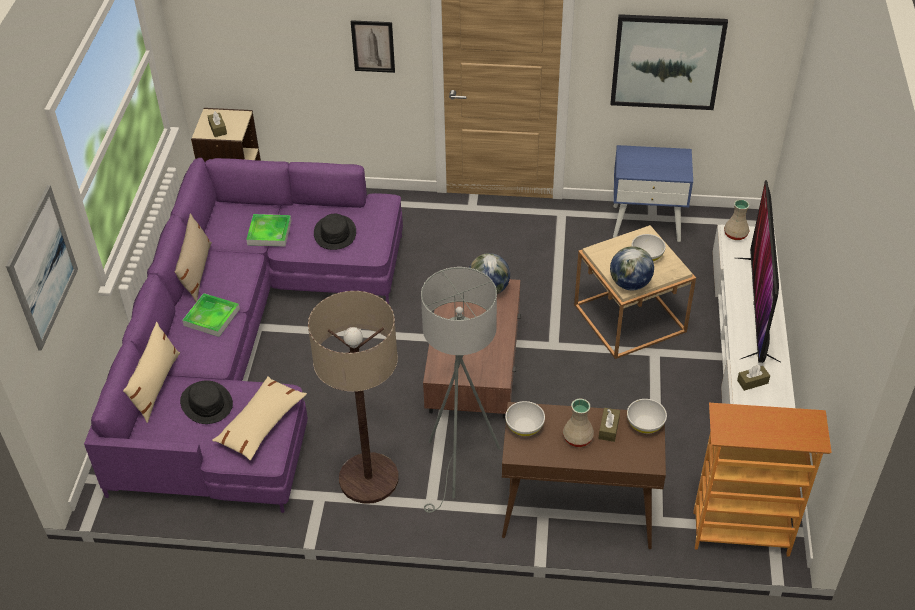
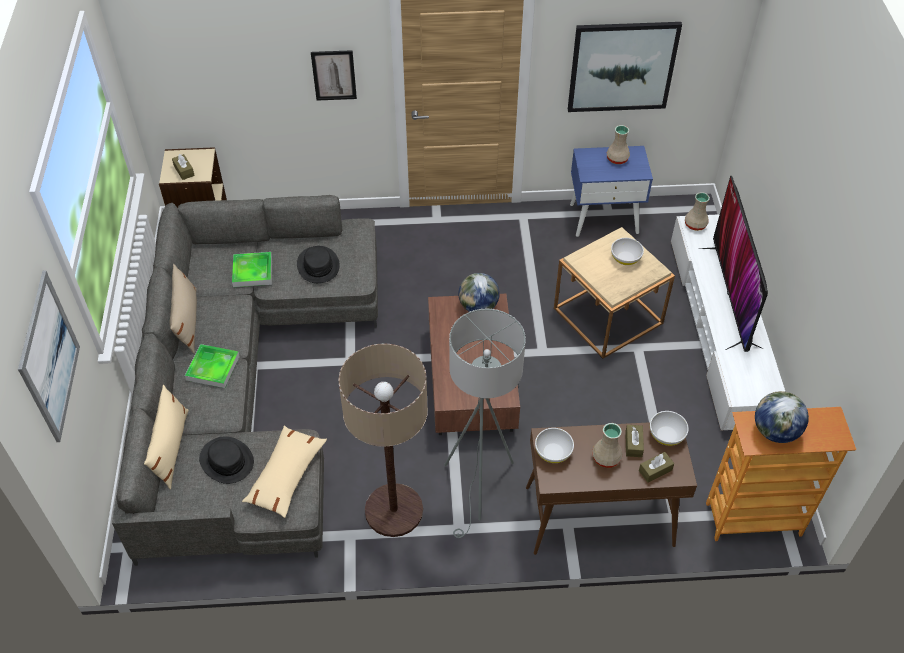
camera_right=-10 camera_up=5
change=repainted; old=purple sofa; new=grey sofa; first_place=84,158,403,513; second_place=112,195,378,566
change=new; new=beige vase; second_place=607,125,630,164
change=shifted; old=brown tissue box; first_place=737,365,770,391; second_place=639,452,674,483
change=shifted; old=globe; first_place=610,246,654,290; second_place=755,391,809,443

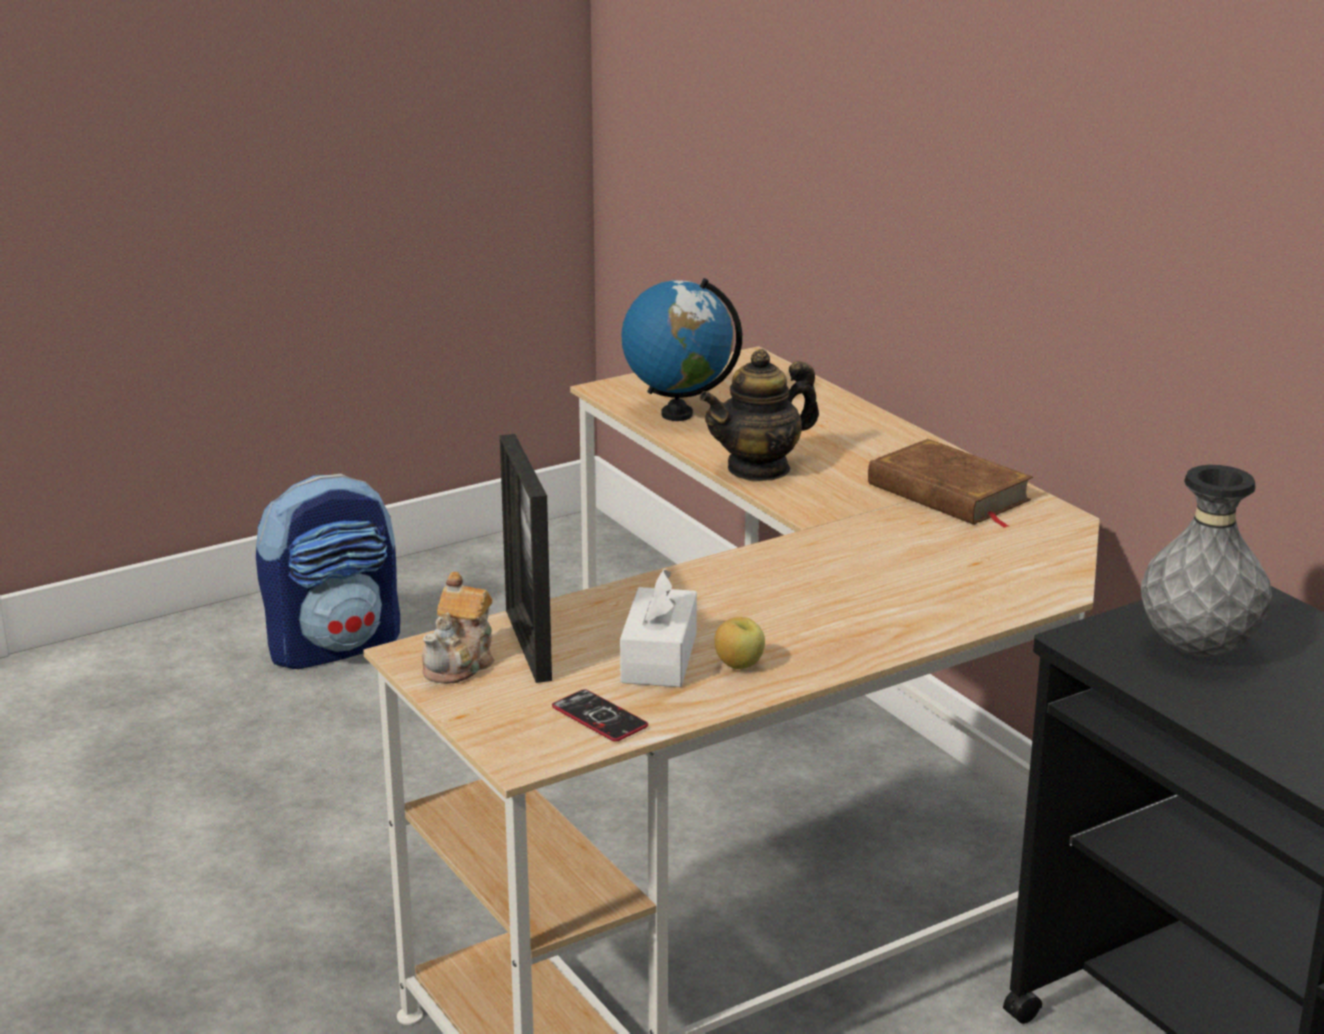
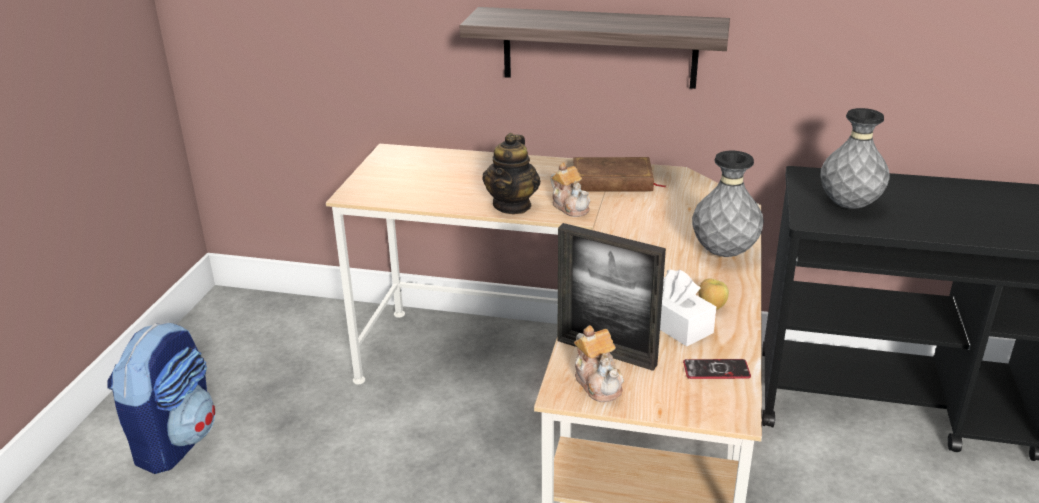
camera_right=-45 camera_up=5
change=new; new=shelf; second_place=460,7,730,89
change=new; new=teapot; second_place=550,162,590,217
change=new; new=grey vase; second_place=692,151,764,257
change=gone; old=globe; first_place=621,278,742,421

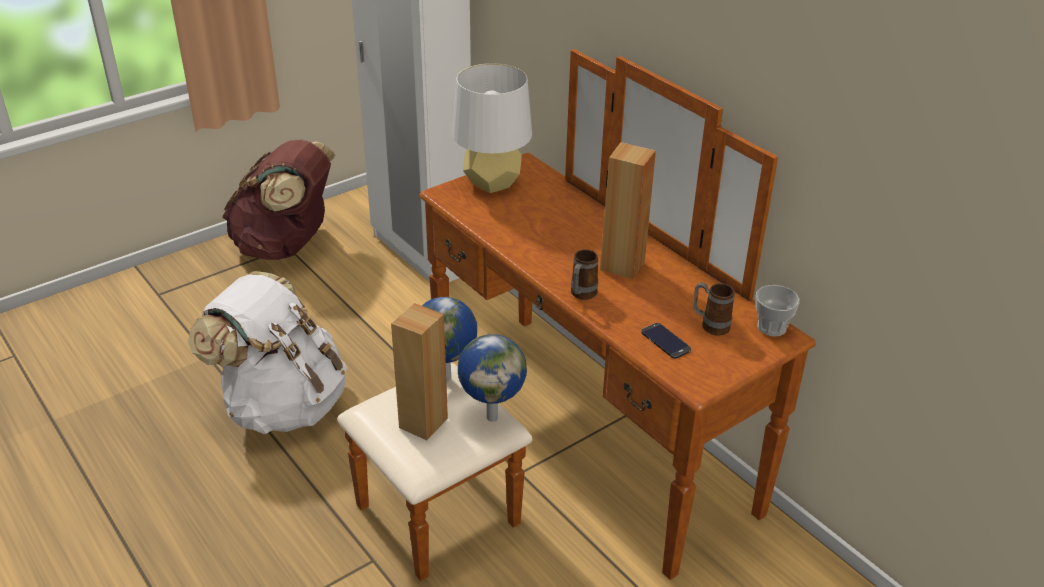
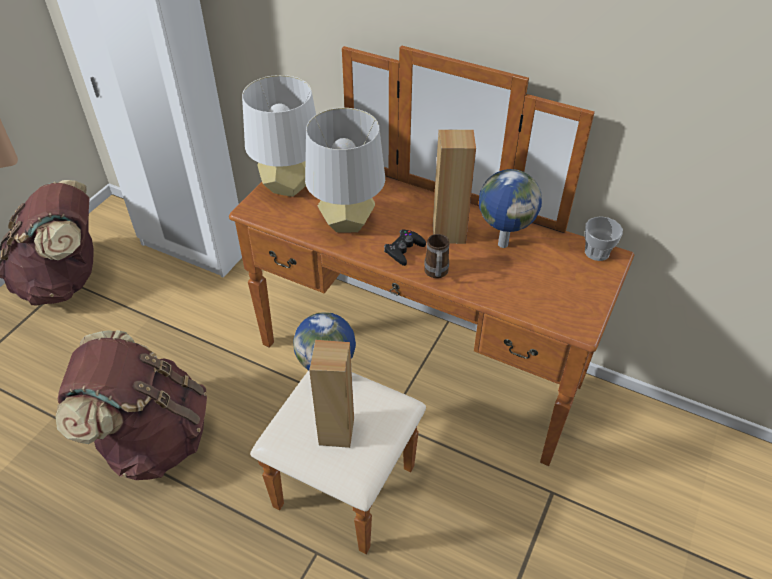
camera_right=-25 camera_up=10
change=repainted; old=white backpack; new=brown backpack; first_place=188,271,347,434; second_place=55,330,207,480
change=new; new=grey table lamp; second_place=305,108,385,232
change=new; new=black game controller; second_place=384,229,426,266
change=shifted; old=globe; first_place=458,334,527,422; second_place=479,169,542,248
change=gone; old=phone; first_place=641,323,691,358
change=gone; old=mug; first_place=693,282,735,336

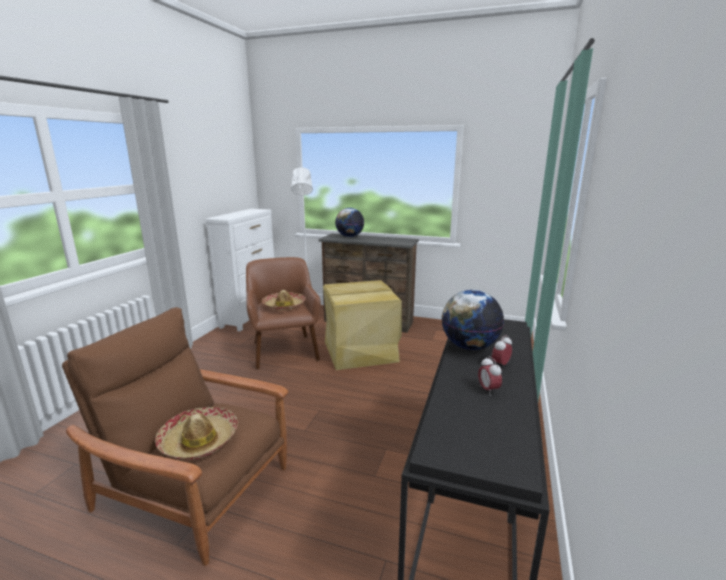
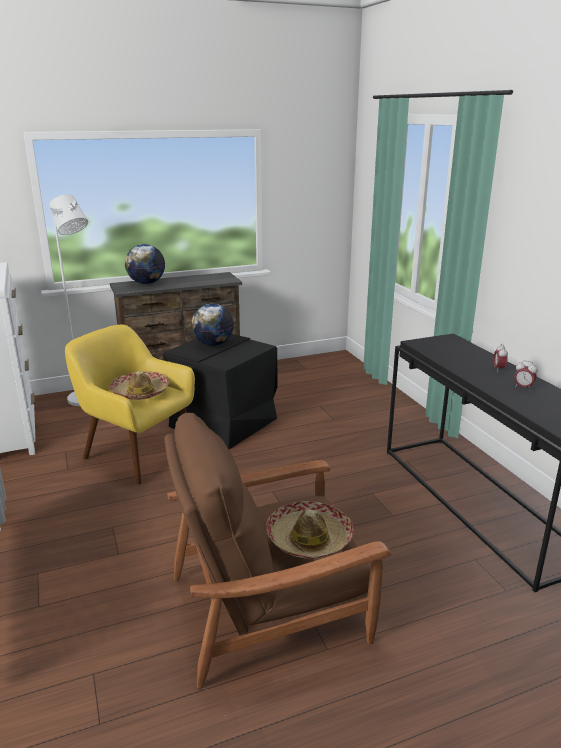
camera_right=-40 camera_up=5
change=repainted; old=brown armchair; new=yellow armchair; first_place=246,257,321,370; second_place=65,325,195,485
change=repainted; old=beige storage box; new=black storage box; first_place=323,280,402,370; second_place=163,334,278,449
change=shifted; old=globe; first_place=442,290,504,350; second_place=191,304,234,346

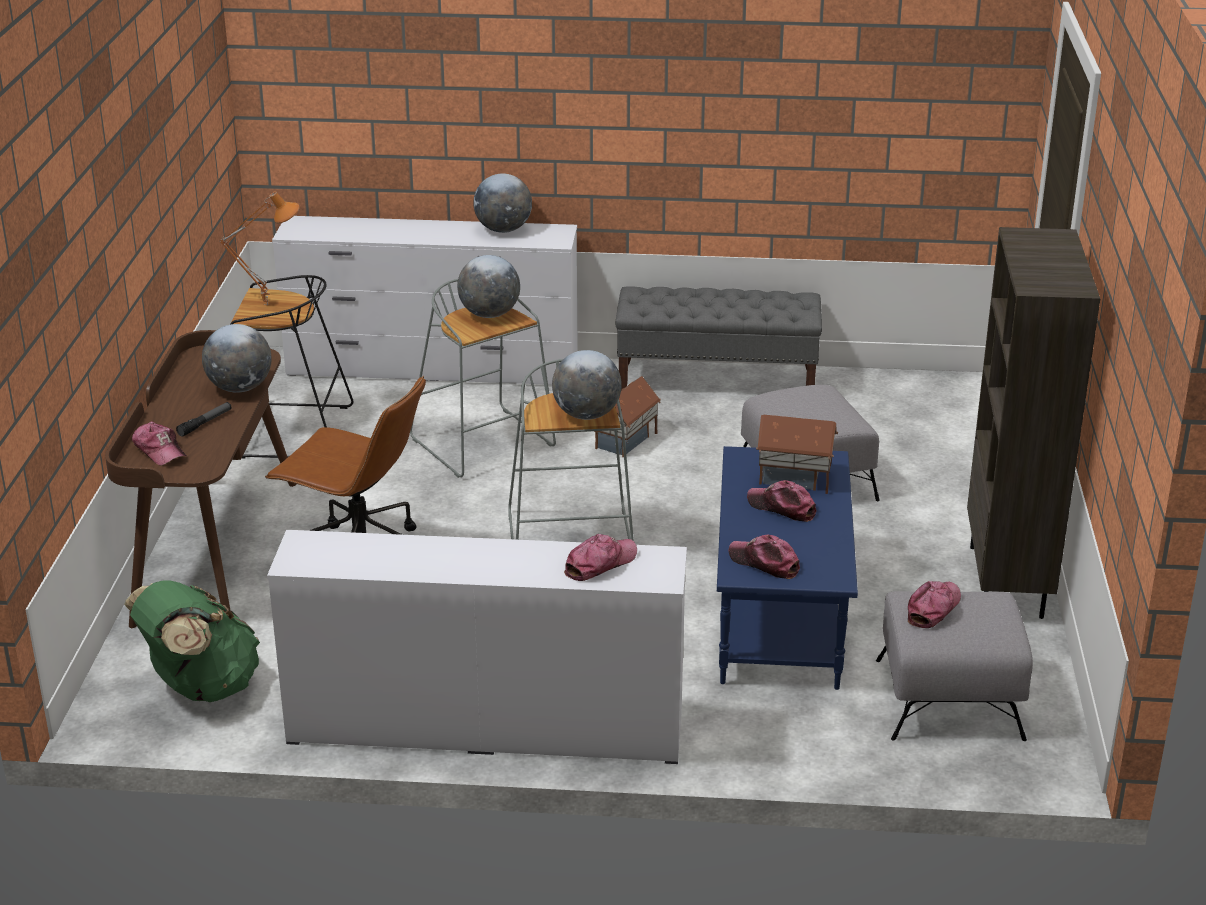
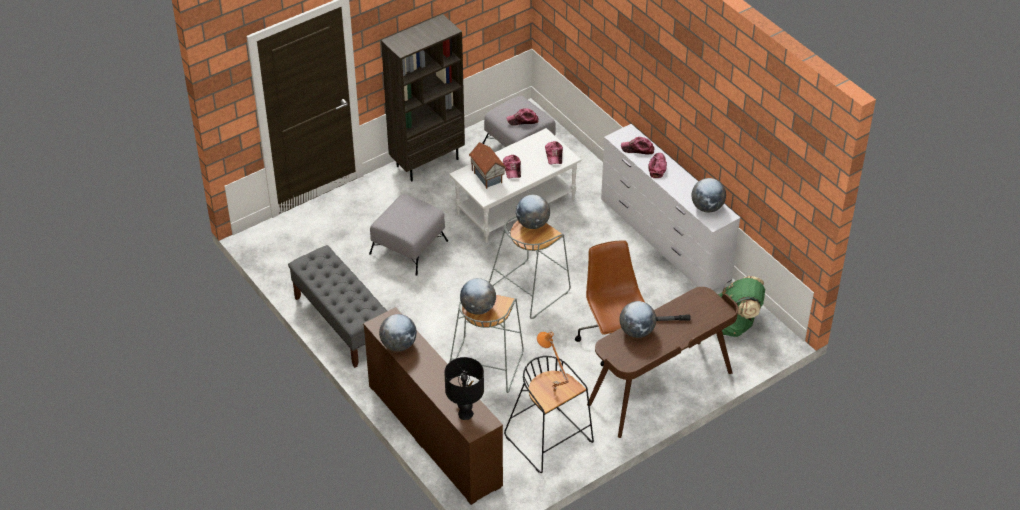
camera_right=-130 camera_up=15
change=repainted; old=white dresser; new=brown dresser; first_place=272,216,578,385; second_place=363,307,503,505
change=new; new=black table lamp; second_place=444,357,484,420
change=repainted; old=blue coffee table; new=white coffee table; first_place=717,446,858,690; second_place=449,128,581,243
change=shifted; old=cap; first_place=132,421,187,466; second_place=648,153,667,178
change=new; new=globe; second_place=691,178,726,212
change=gone; old=toy house; first_place=594,376,661,457

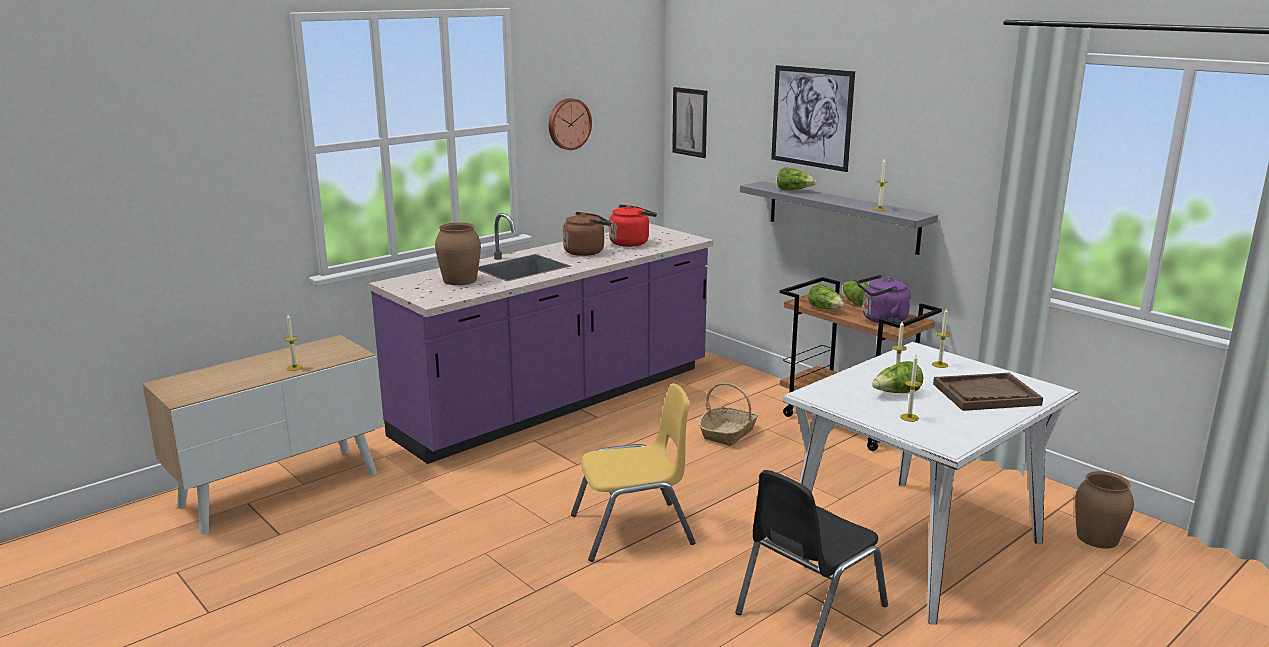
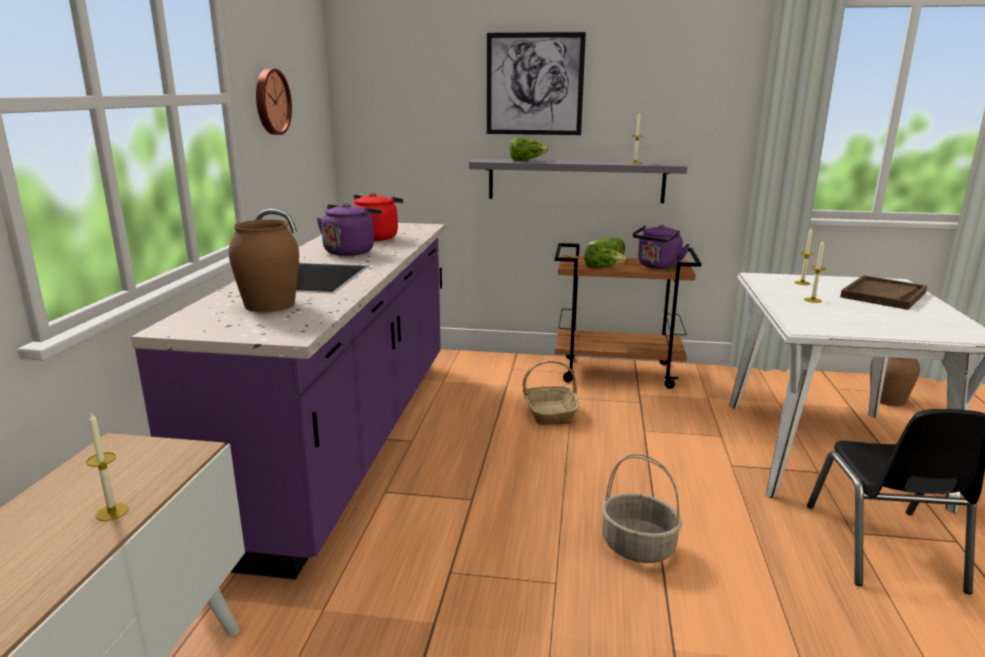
camera_right=-40 camera_up=0
change=repainted; old=brown kettle; new=purple kettle; first_place=563,212,611,256; second_place=317,203,382,256
change=swapped; old=yellow chair; new=basket; first_place=571,383,696,562; second_place=601,454,682,563
change=gone; old=picture; first_place=672,87,707,158
change=gone; old=lettuce; first_place=872,361,923,393
change=gone; old=candle; first_place=900,355,921,422

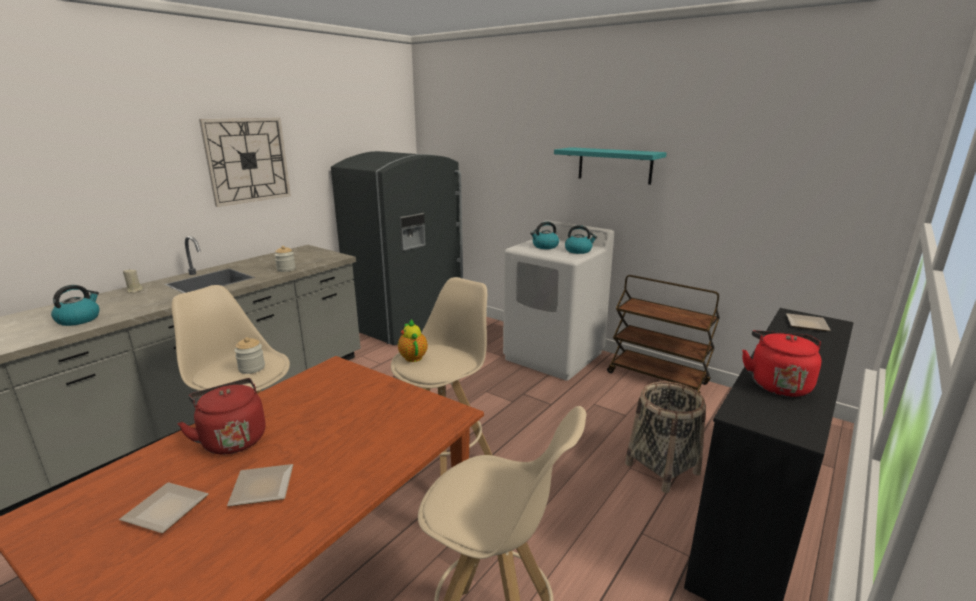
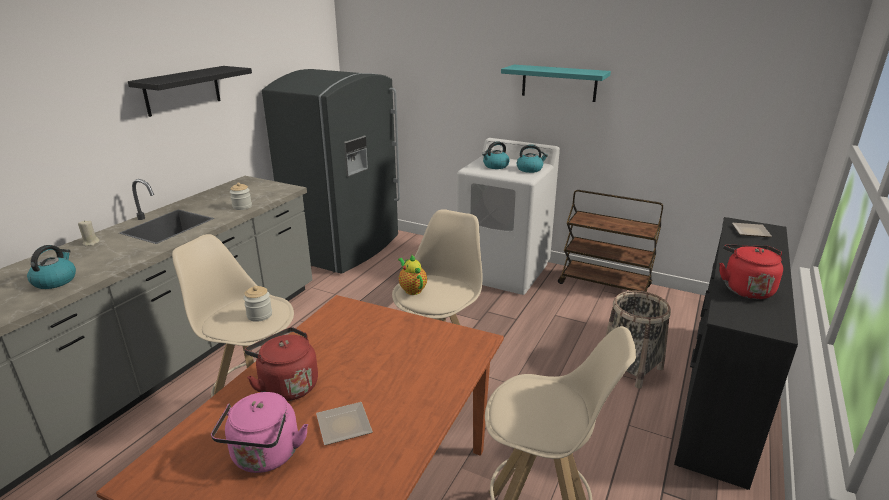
camera_right=-10 camera_up=5
change=swapped; old=wall clock; new=black shelf; first_place=199,118,291,207; second_place=128,66,252,117
change=swapped; old=plate; new=pink kettle; first_place=119,482,209,533; second_place=211,392,308,473

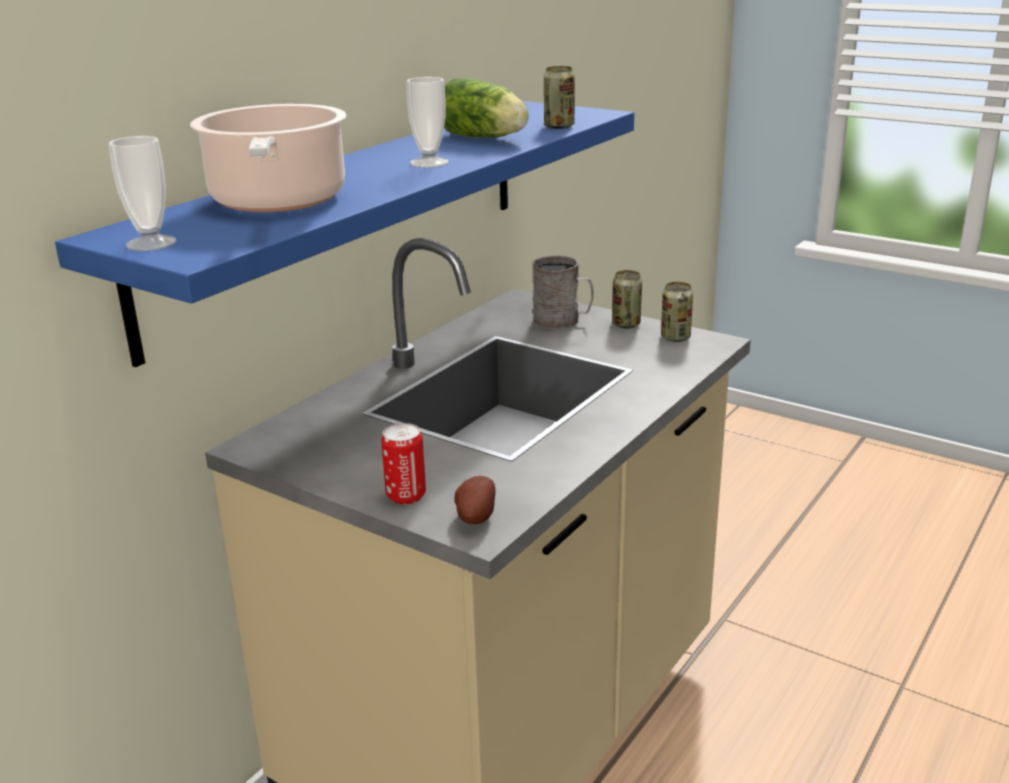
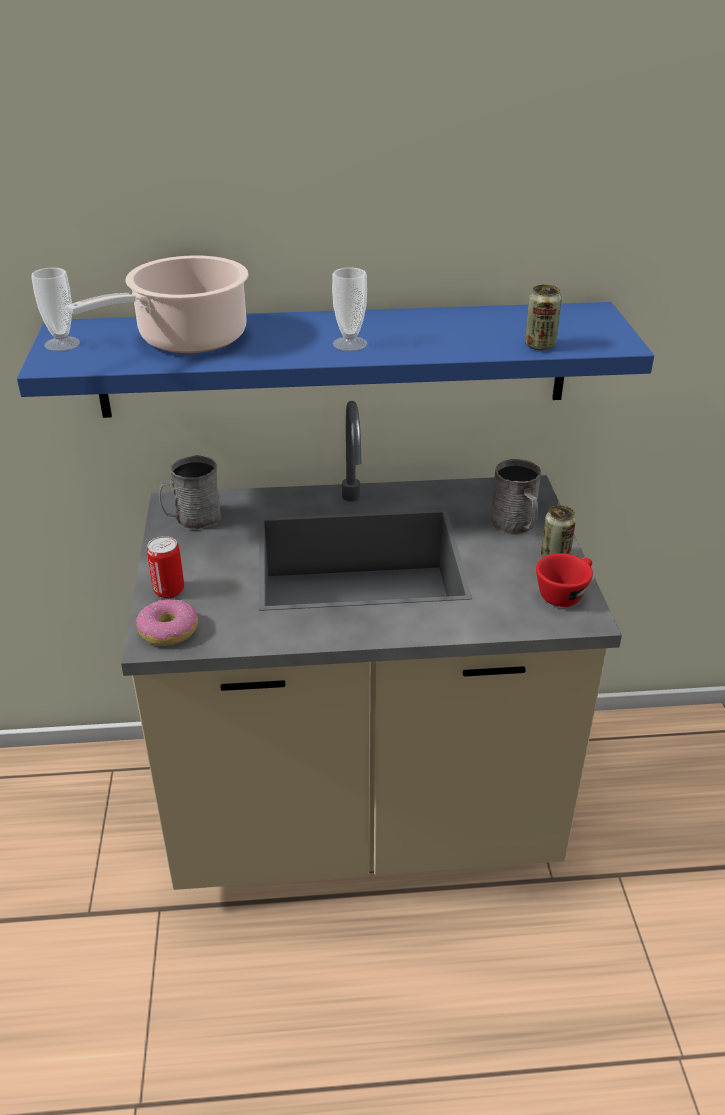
camera_right=50 camera_up=10
change=swapped; old=potato; new=donut; first_place=454,476,495,524; second_place=136,599,198,646
change=new; new=grey mug; second_place=158,455,222,530
change=swapped; old=can; new=red cup; first_place=661,282,693,342; second_place=536,553,593,607
change=gone; old=lettuce; first_place=444,78,529,137

